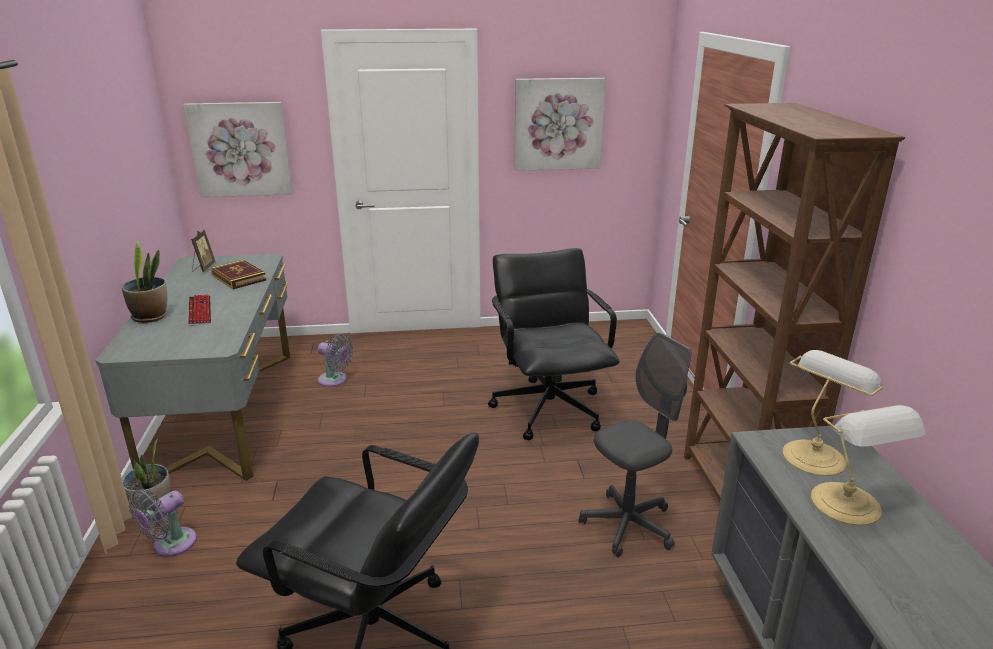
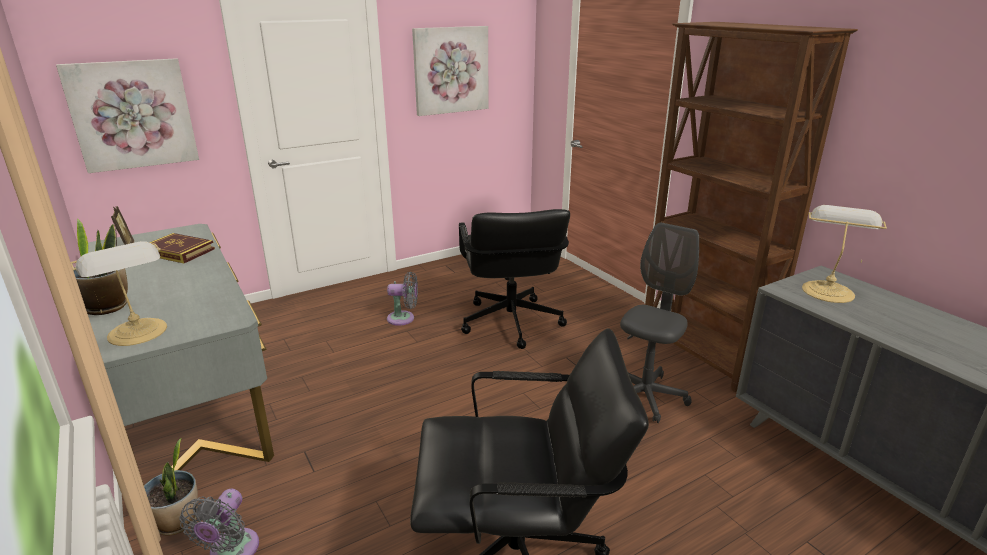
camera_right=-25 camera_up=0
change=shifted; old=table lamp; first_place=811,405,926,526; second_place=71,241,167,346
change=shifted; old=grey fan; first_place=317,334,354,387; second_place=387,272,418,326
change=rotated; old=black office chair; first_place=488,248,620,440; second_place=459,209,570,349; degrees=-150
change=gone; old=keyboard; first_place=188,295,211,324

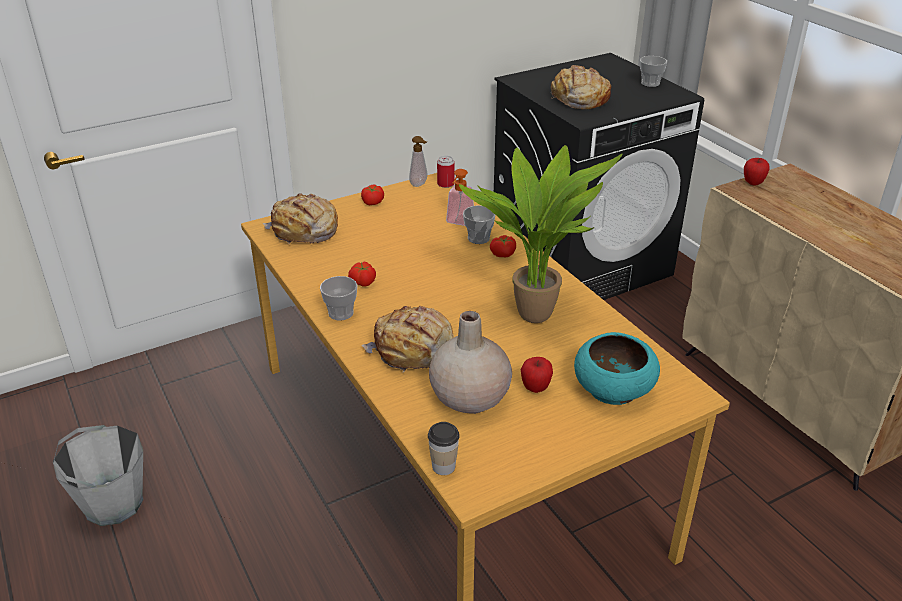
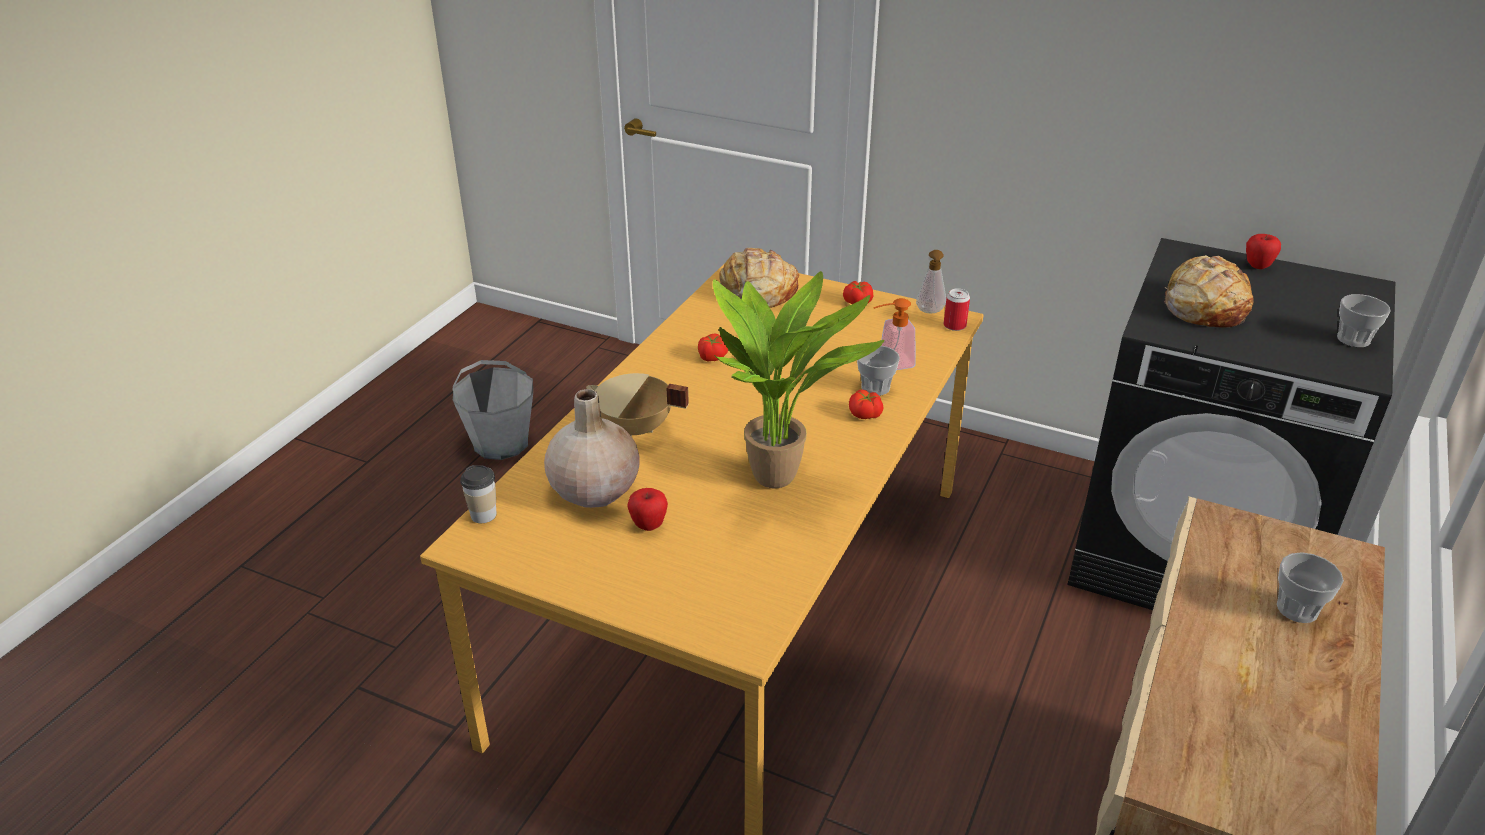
camera_right=55 camera_up=0
change=swapped; old=bread; new=beige cooking pot; first_place=361,306,454,373; second_place=586,373,689,436
change=shifted; old=apple; first_place=744,158,769,186; second_place=1246,234,1281,269
change=shifted; old=cup; first_place=320,276,358,320; second_place=1277,552,1344,623
change=gone; old=turquoise bowl; first_place=574,332,660,405

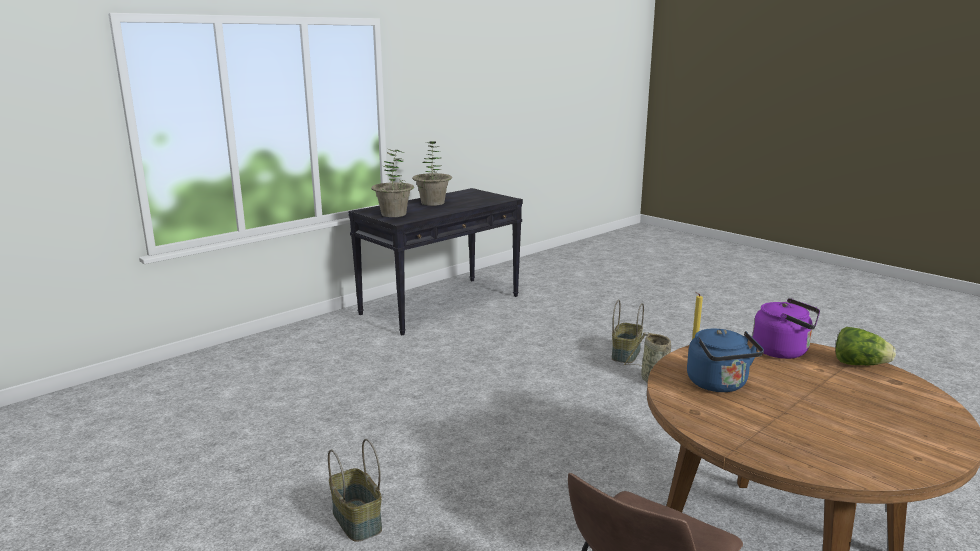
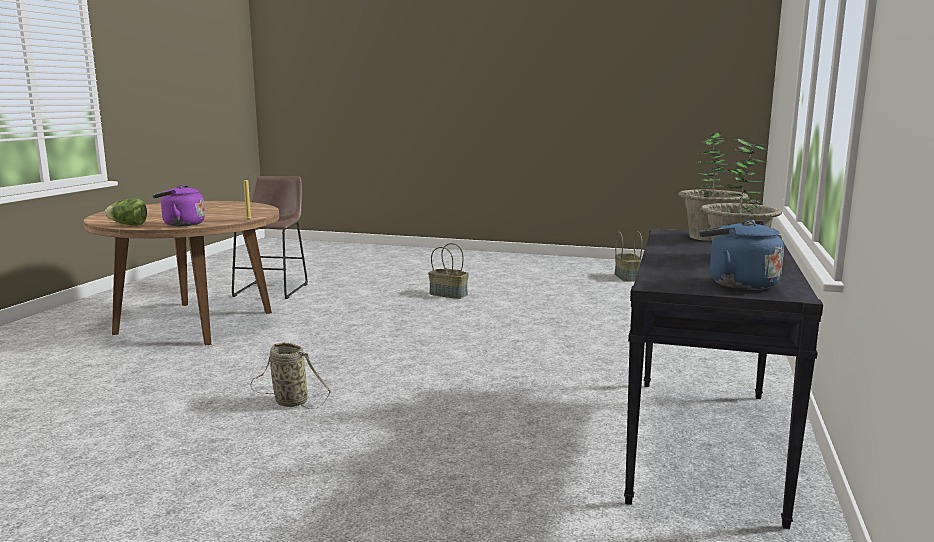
camera_right=150 camera_up=-5
change=shifted; old=basket; first_place=612,300,644,363; second_place=615,231,642,282
change=shifted; old=blue kettle; first_place=687,328,764,392; second_place=699,220,784,290

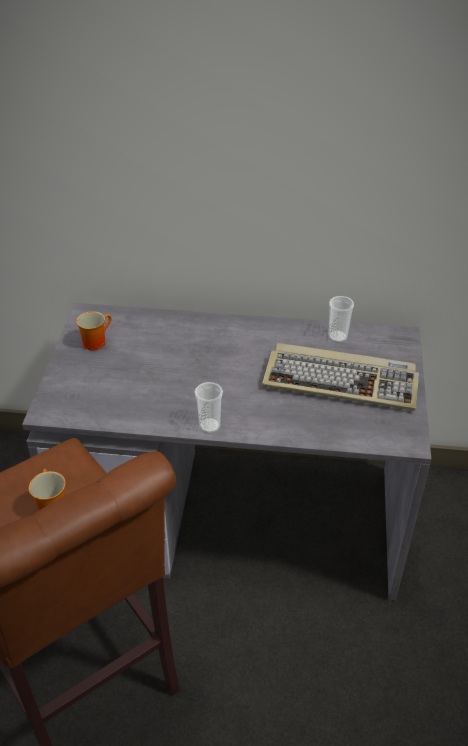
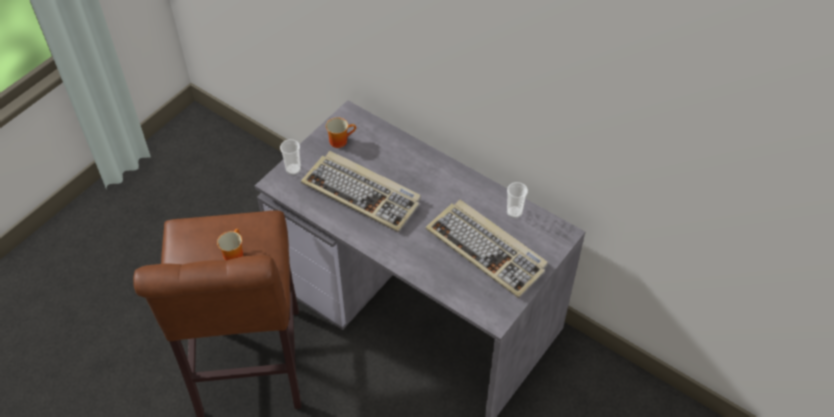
camera_right=30 camera_up=10
change=shifted; old=cup; first_place=194,382,223,433; second_place=280,139,301,175
change=new; new=keyboard; second_place=301,151,421,232

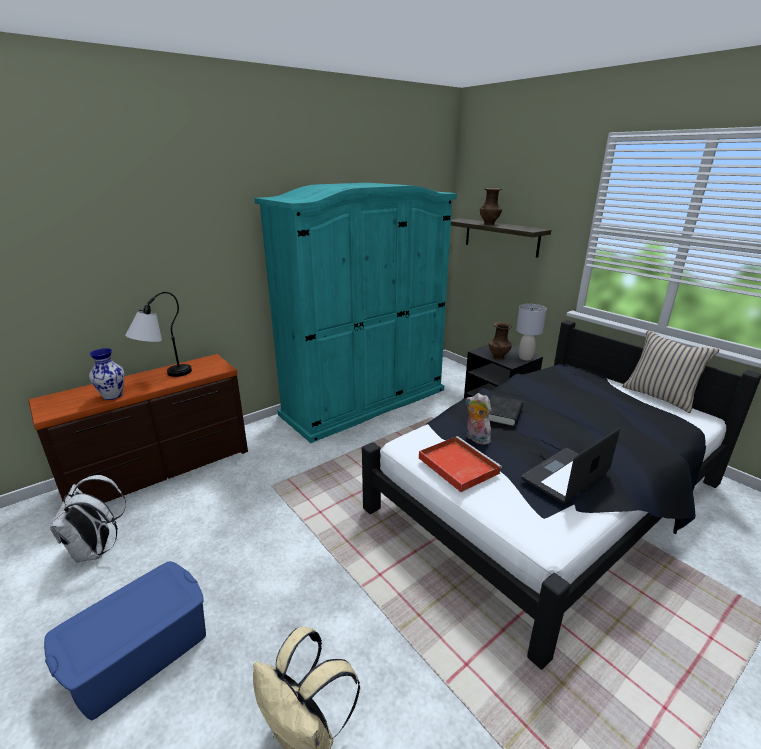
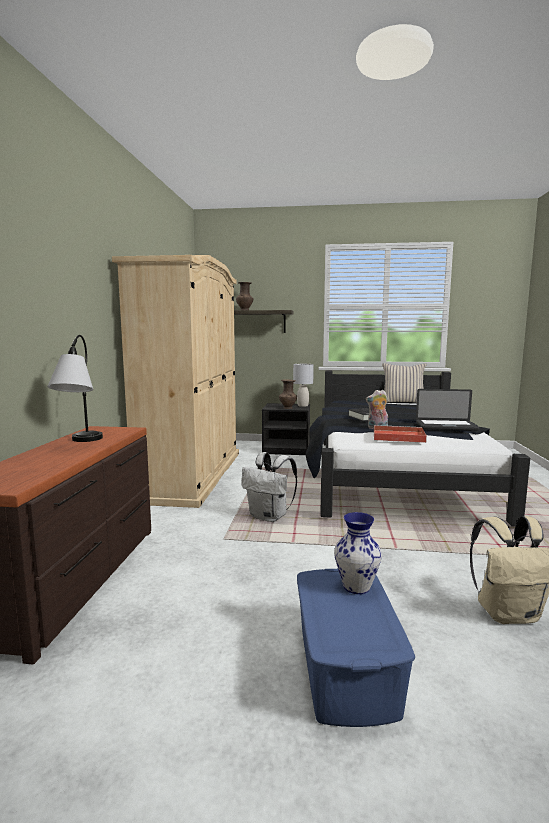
camera_right=-45 camera_up=-15
change=repainted; old=turquoise wardrobe; new=beige wardrobe; first_place=254,183,457,443; second_place=112,255,239,508
change=shifted; old=white backpack; first_place=50,475,126,562; second_place=241,452,297,522
change=shifted; old=vase; first_place=89,348,125,400; second_place=334,512,382,594
change=rotated; old=laptop; first_place=521,428,620,503; second_place=416,389,480,430; degrees=-90

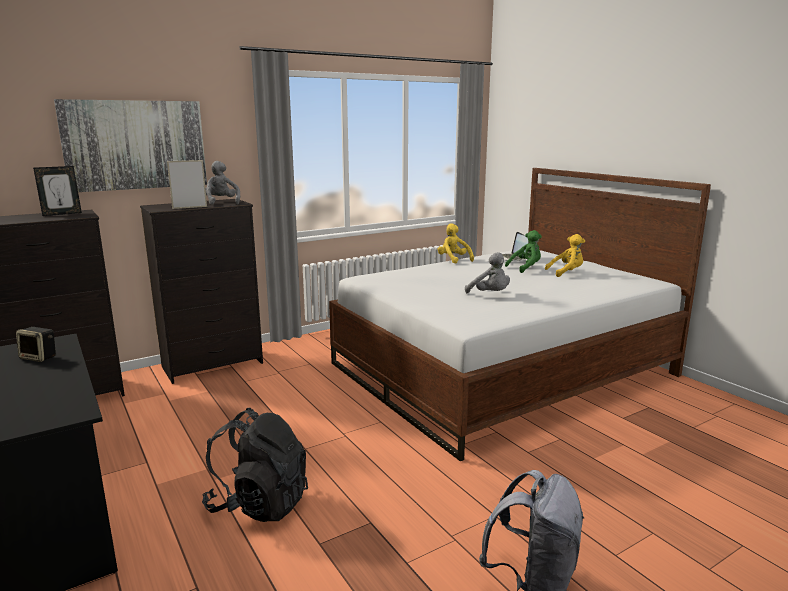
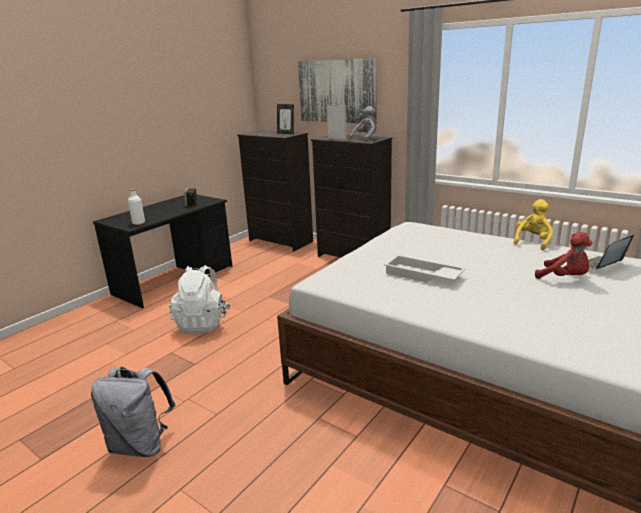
camera_right=70 camera_up=5
change=new; new=white bottle; second_place=128,189,145,225
change=repainted; old=black backpack; new=white backpack; first_place=202,408,308,522; second_place=169,265,231,334
change=swapped; old=grey plush toy; new=white tray; first_place=465,252,510,293; second_place=384,255,466,282
change=repainted; old=green plush toy; new=red plush toy; first_place=505,230,542,273; second_place=535,232,592,279
change=gone; old=yellow plush toy; first_place=545,234,585,277

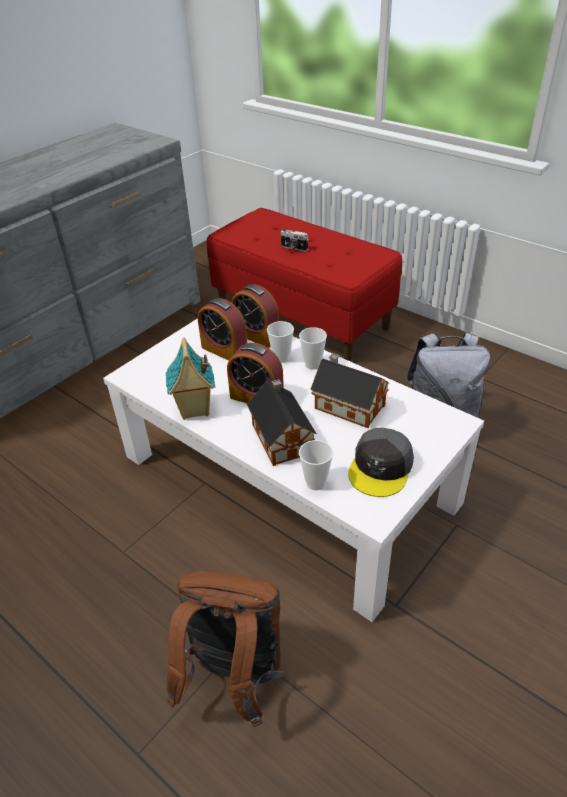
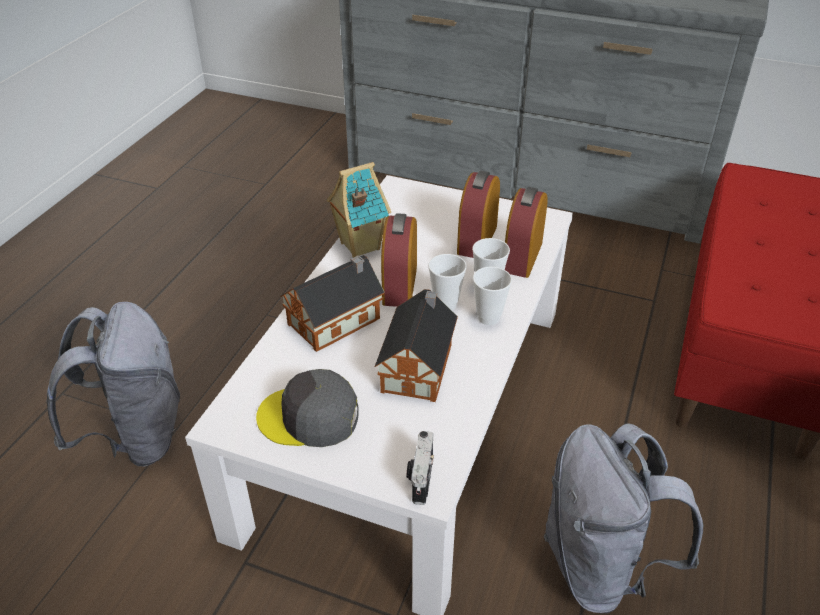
camera_right=70 camera_up=0
change=repainted; old=brown backpack; new=grey backpack; first_place=167,571,284,727; second_place=47,302,180,466
change=shifted; old=photo camera; first_place=280,229,309,252; second_place=407,431,434,505
change=shifted; old=cup; first_place=299,440,333,490; second_place=428,254,467,310

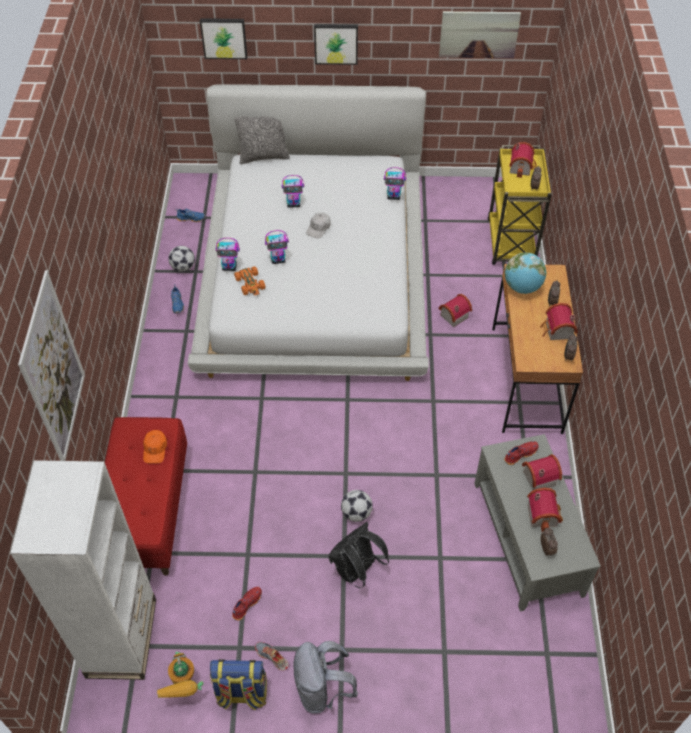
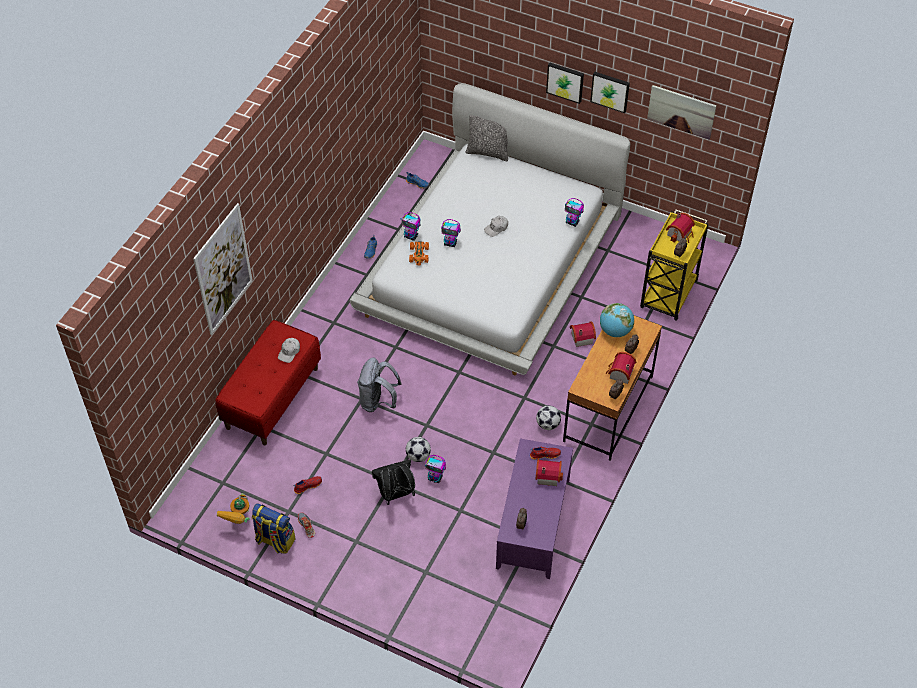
camera_right=25 camera_up=0
change=repainted; old=orange cap; new=white cap; first_place=143,430,167,464; second_place=278,338,300,363
change=shifted; old=grey backpack; first_place=293,641,358,714; second_place=357,357,402,412
change=shifted; old=toy robot; first_place=282,175,304,208; second_place=425,455,446,483
change=repainted; old=grey coffee table; new=purple coffee table; first_place=474,434,601,612; second_place=496,439,573,579
change=shifted; old=football; first_place=168,246,195,272; second_place=536,405,561,430
change=shifted; old=picture; first_place=200,18,247,59; second_place=590,72,630,113
change=gone; old=white bookcase; first_place=10,460,156,680
change=gone; old=toy house; first_place=527,488,563,532

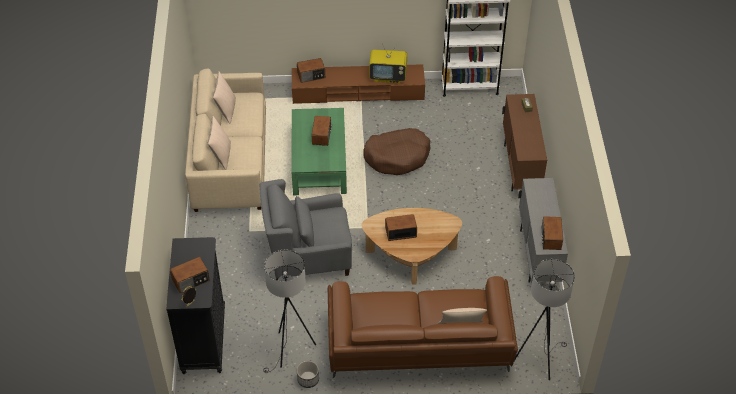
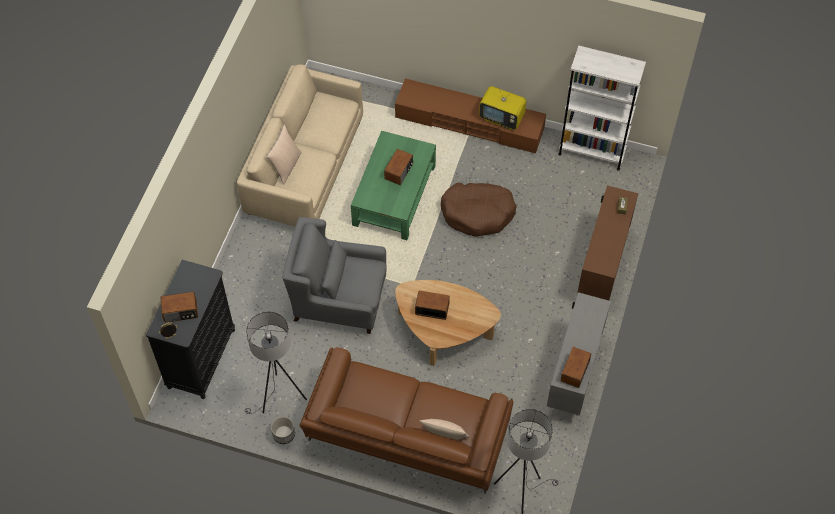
camera_right=20 camera_up=10
change=gone; old=beige pillow; first_place=213,72,236,124
change=gone; old=radio; first_place=297,58,325,83

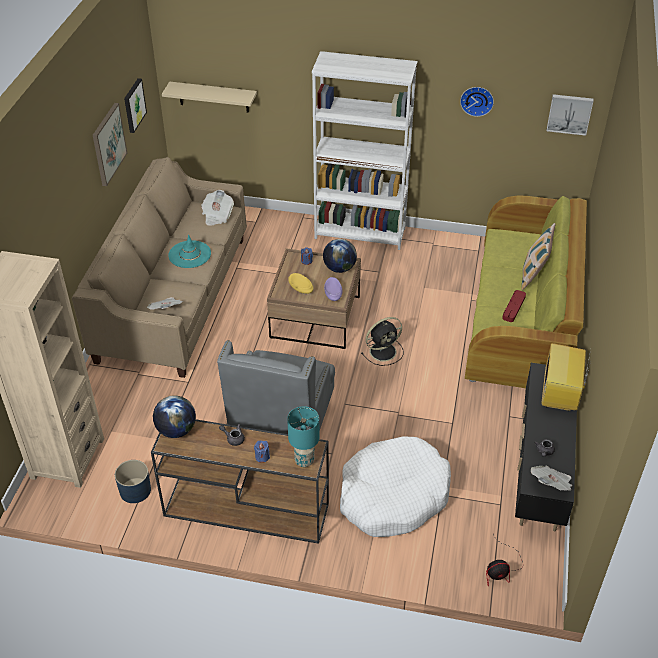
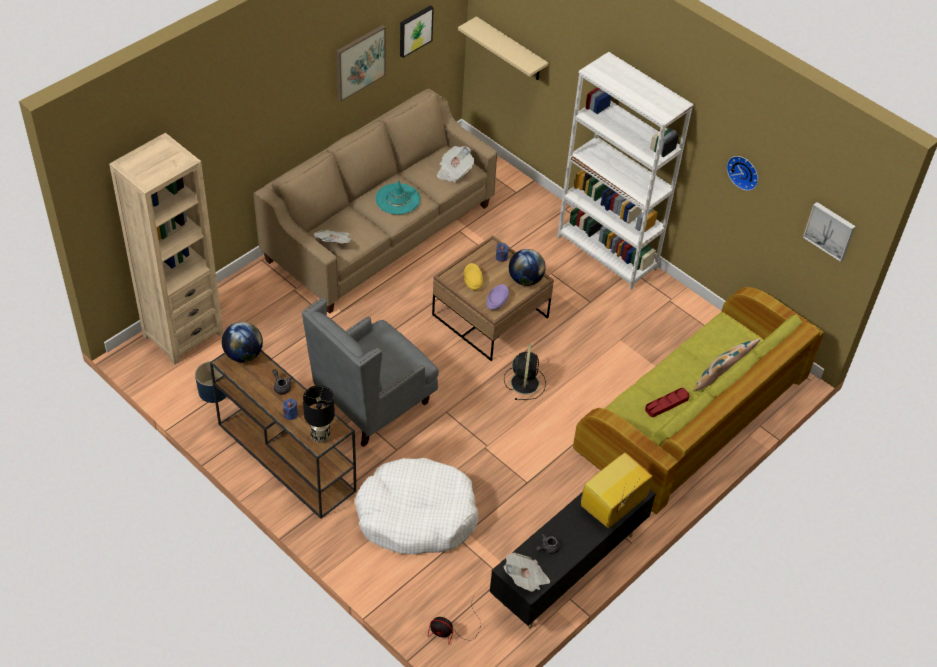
camera_right=30 camera_up=5
change=repainted; old=turquoise table lamp; new=black table lamp; first_place=287,406,320,467; second_place=303,385,335,443
change=rotated; old=black fan; first_place=361,317,403,366; second_place=504,344,546,400; degrees=-90

